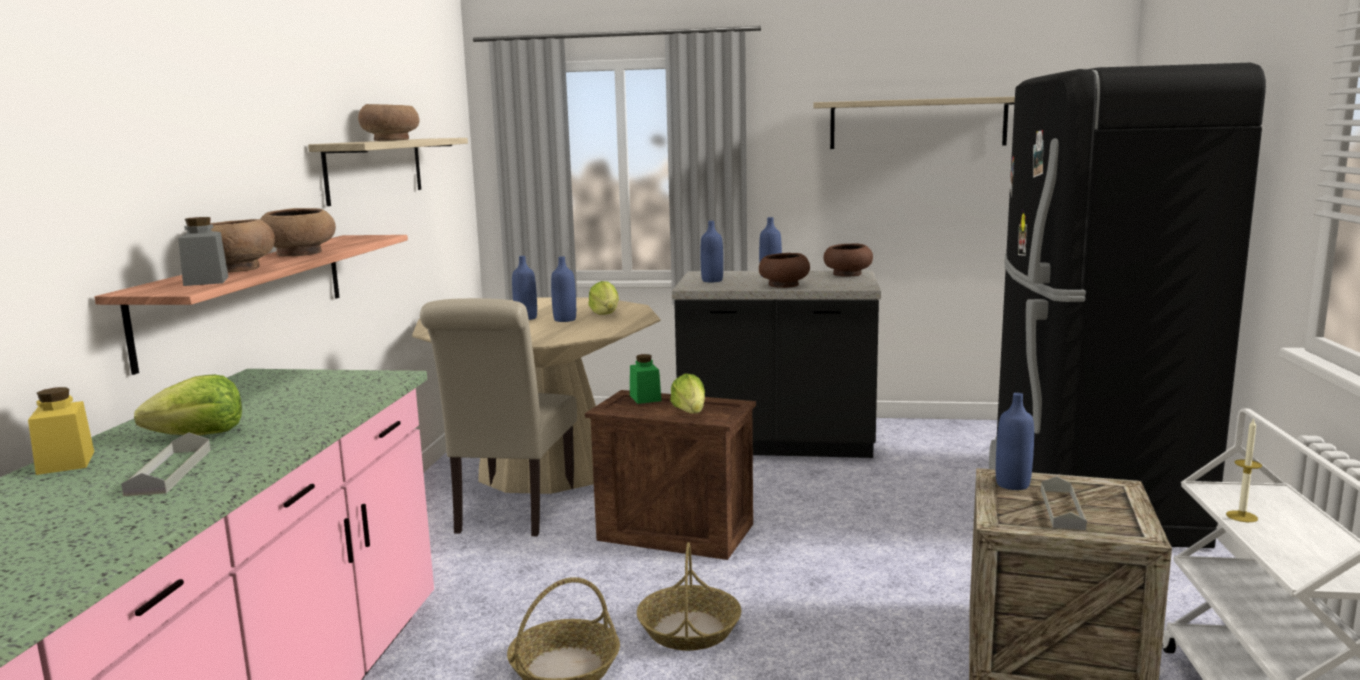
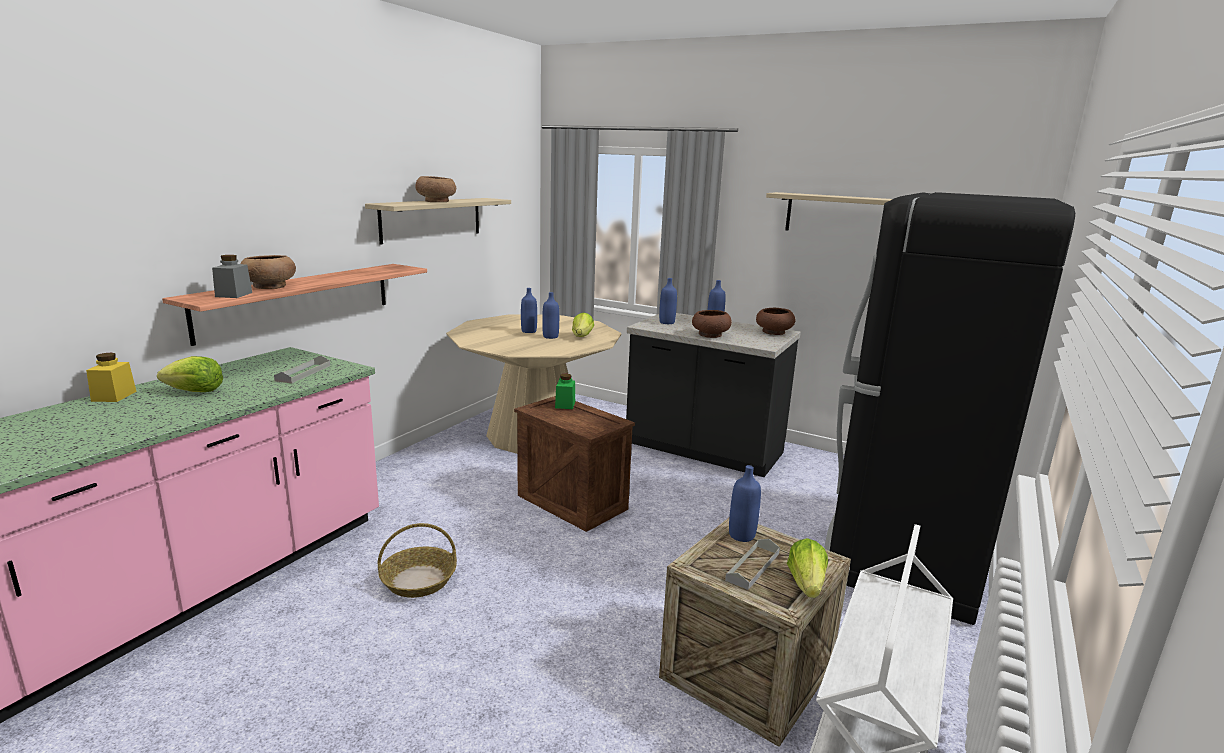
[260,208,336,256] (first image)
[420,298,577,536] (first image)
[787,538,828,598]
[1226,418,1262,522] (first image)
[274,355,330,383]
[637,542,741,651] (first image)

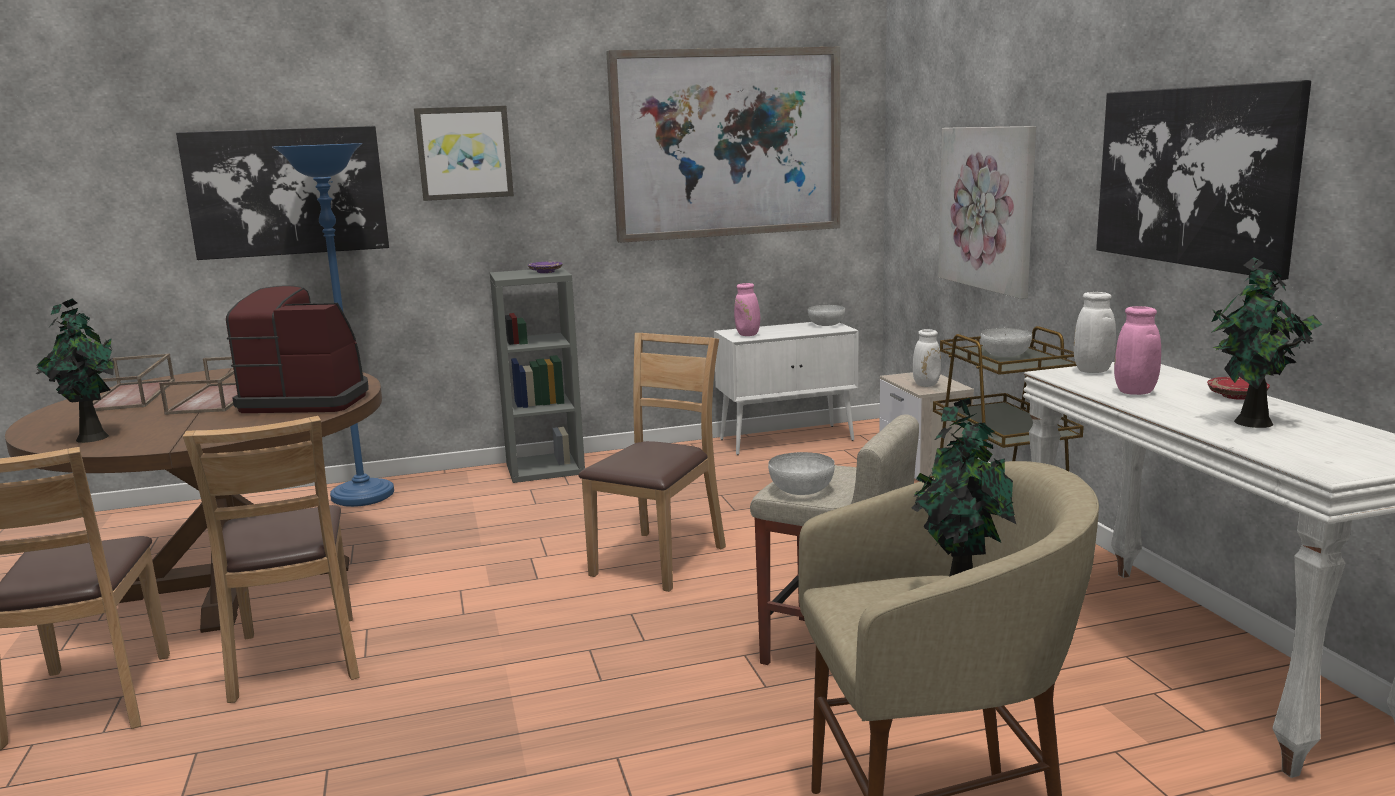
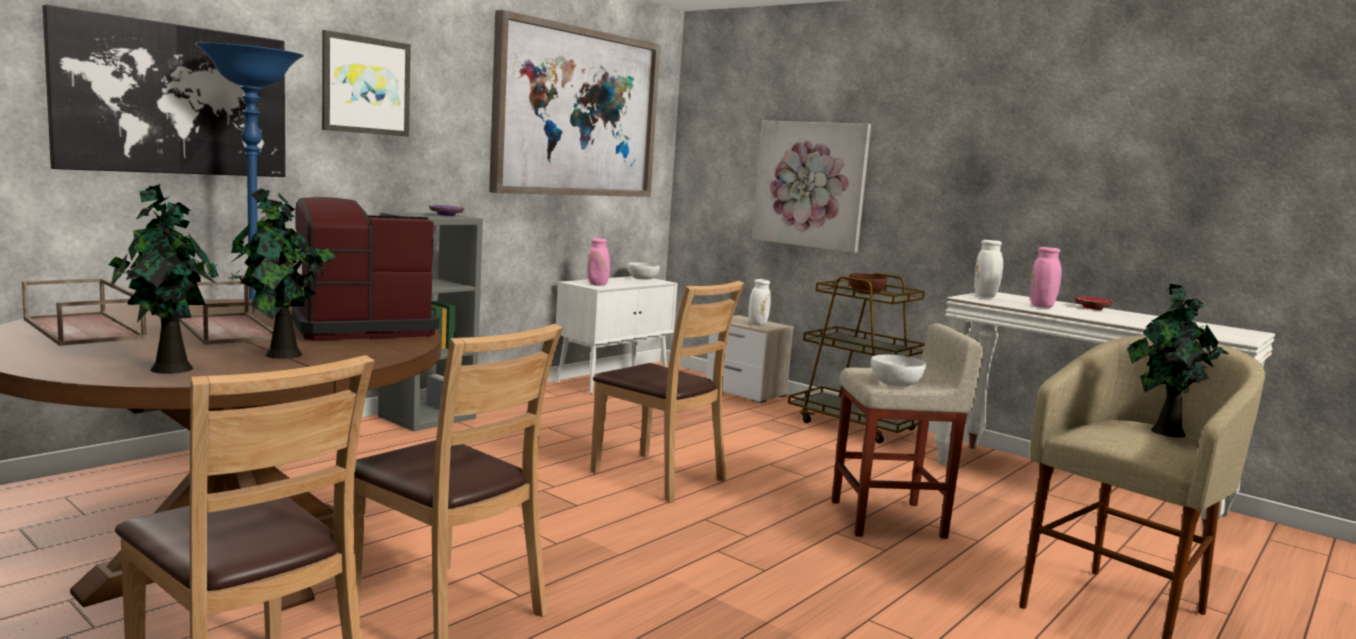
[1096,80,1311,280] (first image)
[228,188,335,359]
[849,273,887,294]
[590,281,744,503]

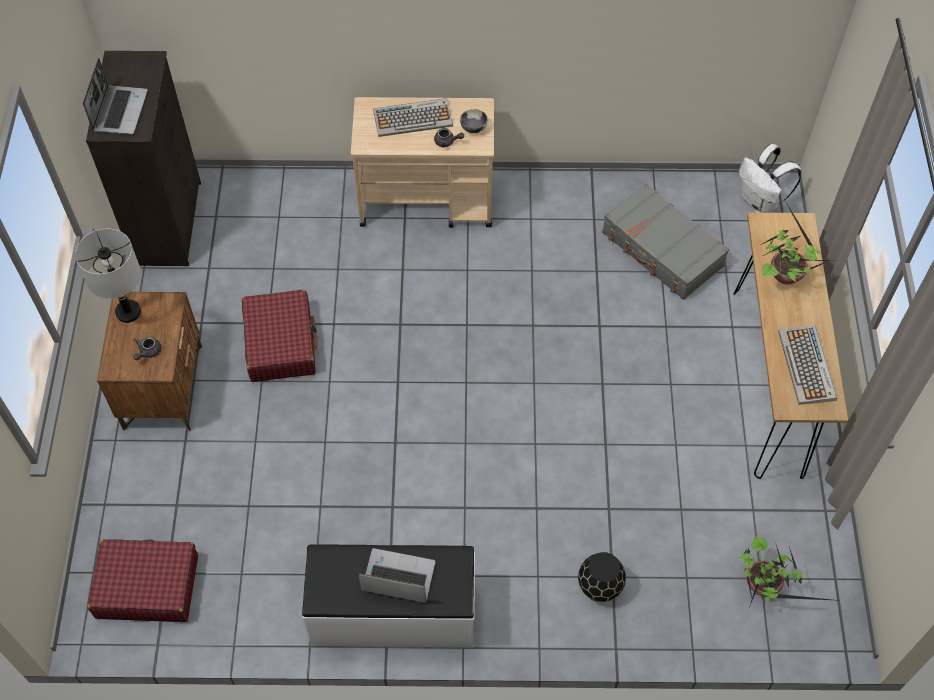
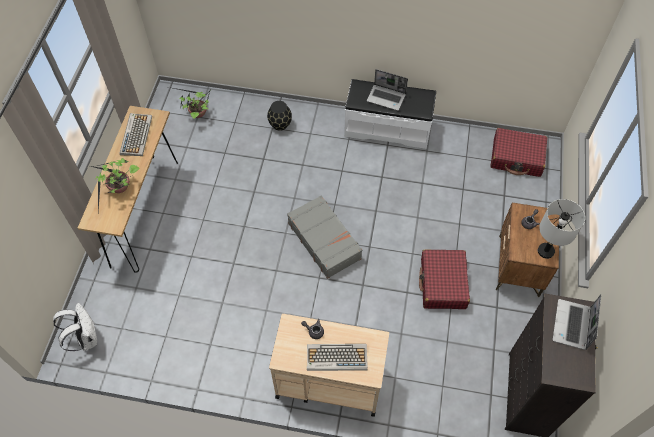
[460,109,488,133] (first image)
[287,196,362,279]

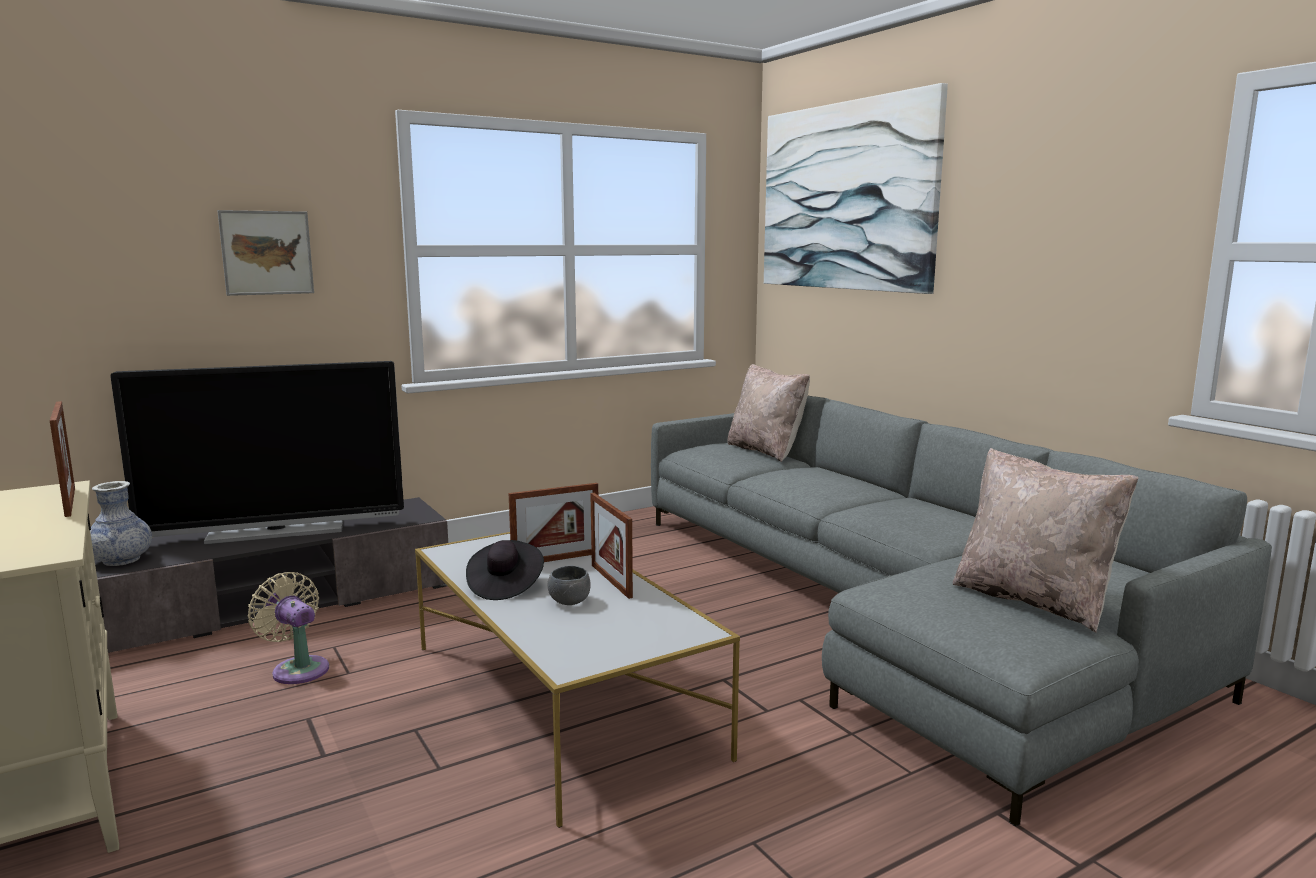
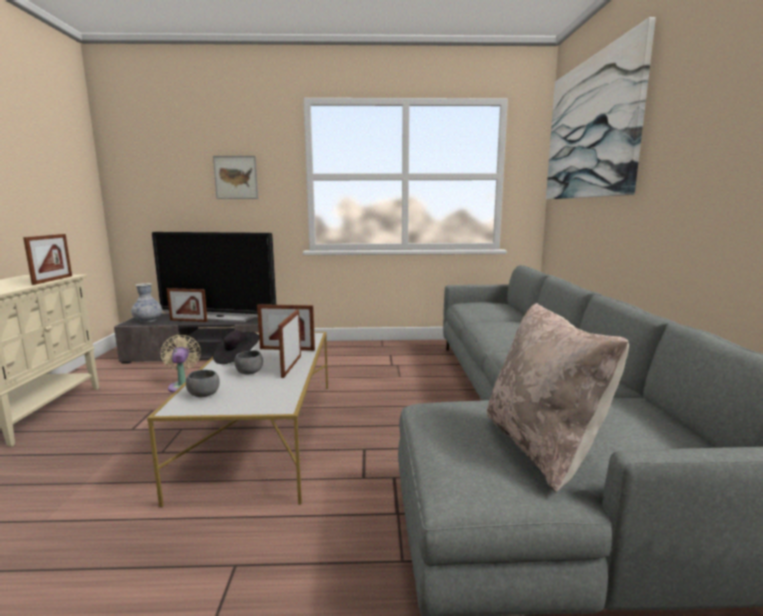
[727,364,810,462] (first image)
[167,288,208,322]
[186,370,220,397]

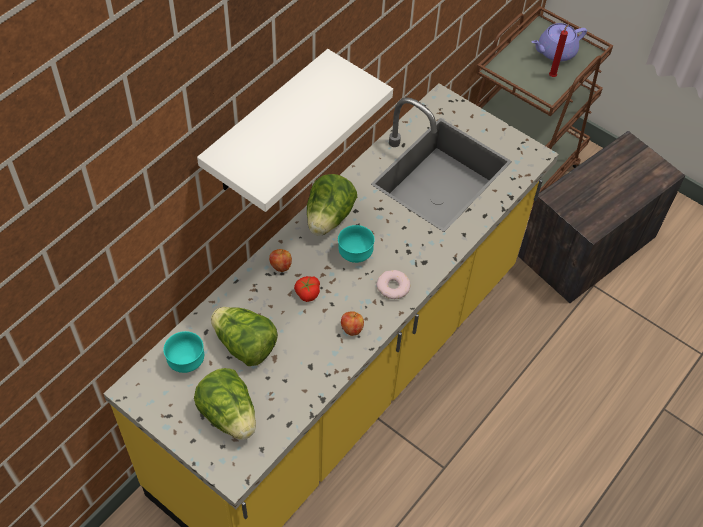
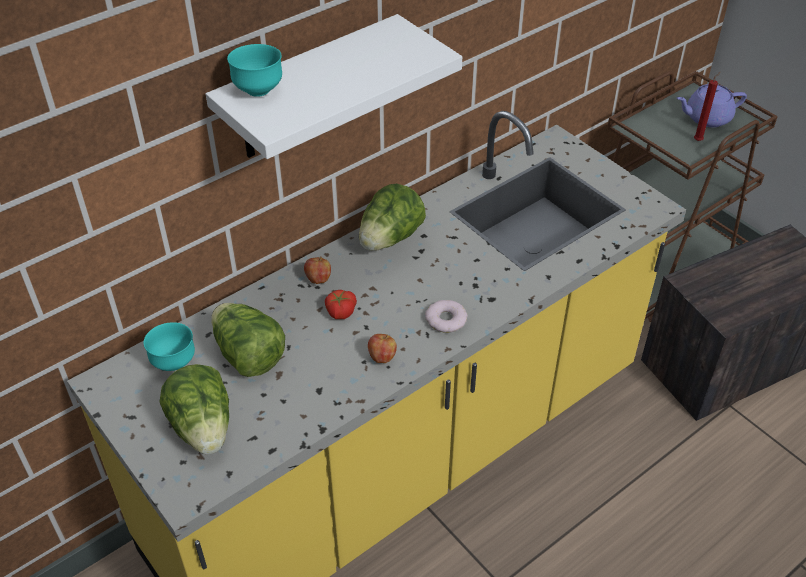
[227,44,282,97]

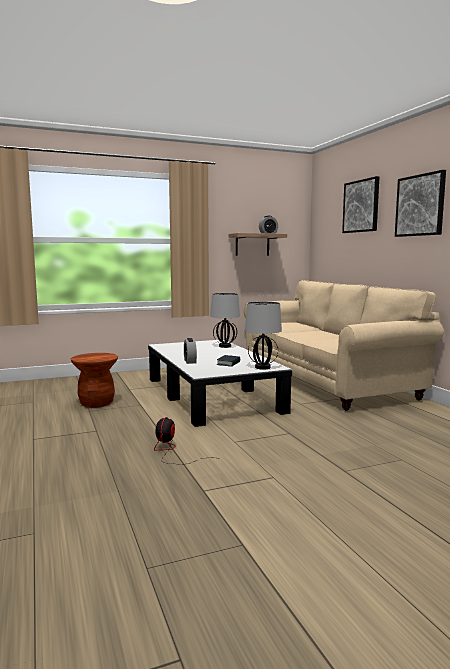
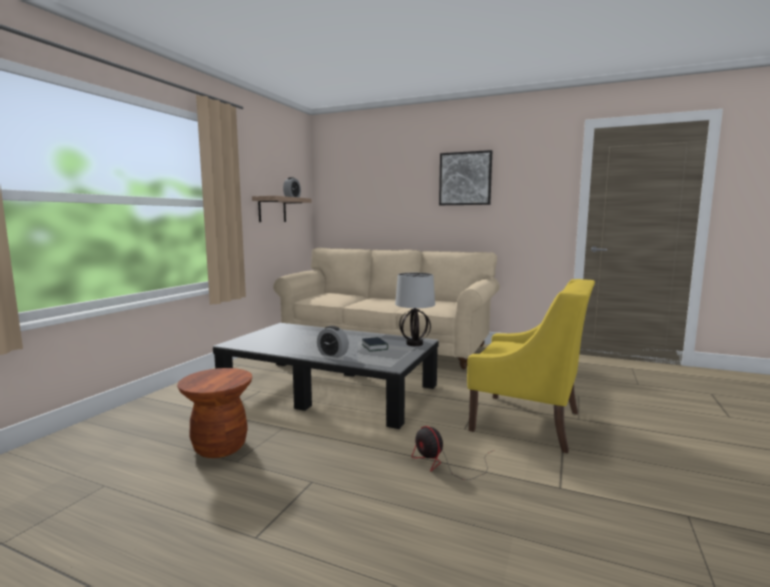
[342,176,379,233] (first image)
[210,293,240,348] (first image)
[467,279,595,453]

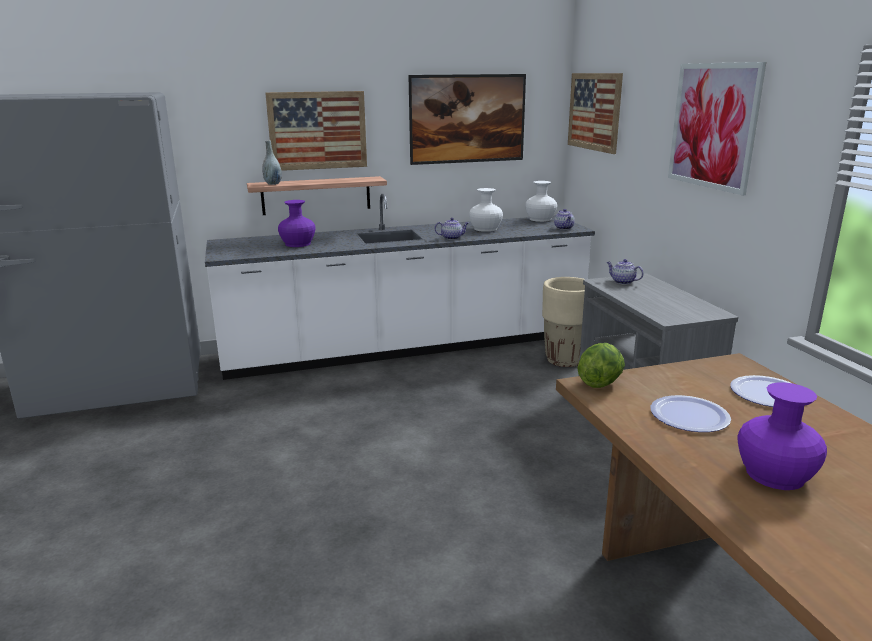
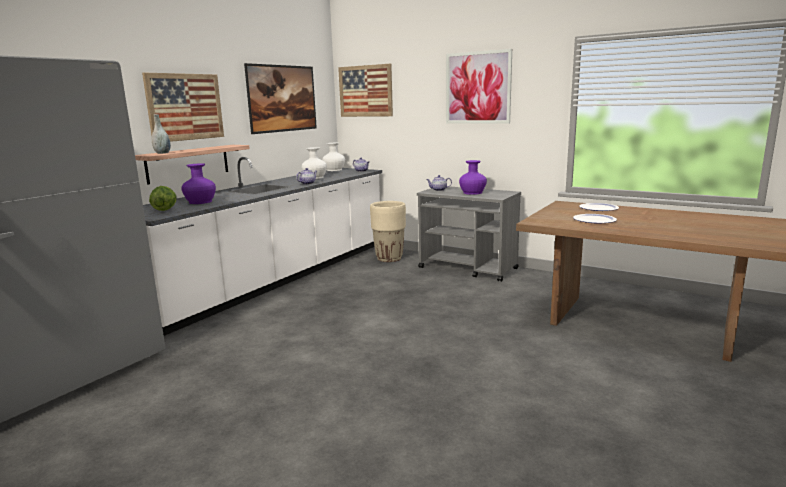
[149,186,177,211]
[459,160,487,195]

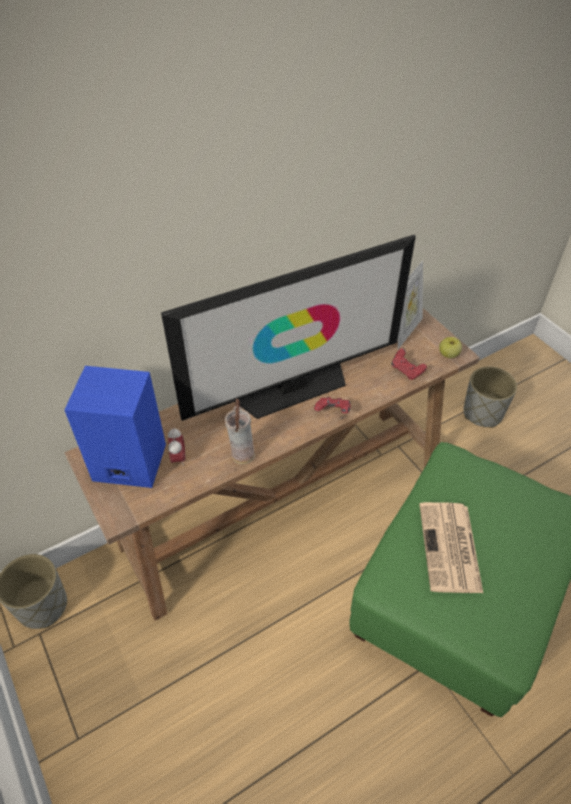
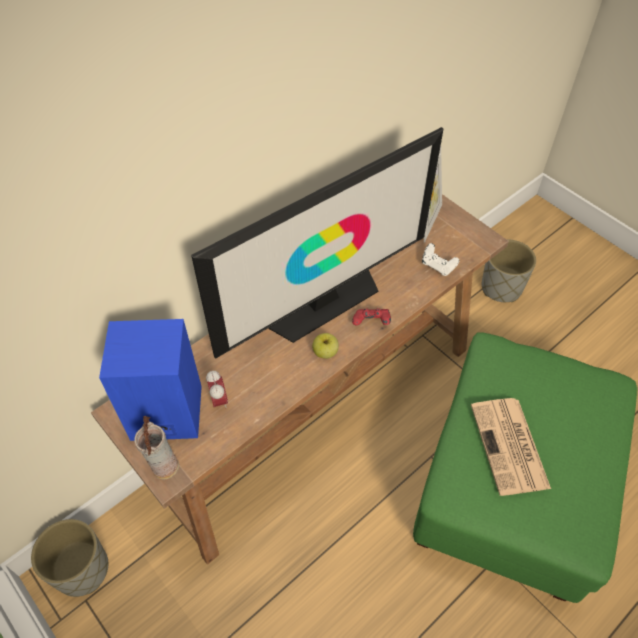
[312,333,339,359]
[422,243,459,276]
[134,416,179,479]

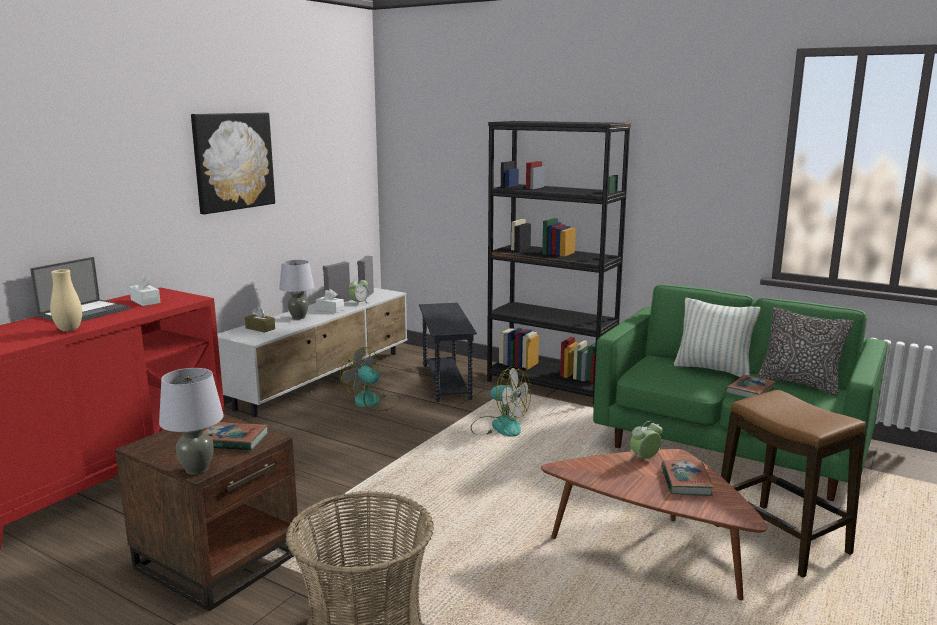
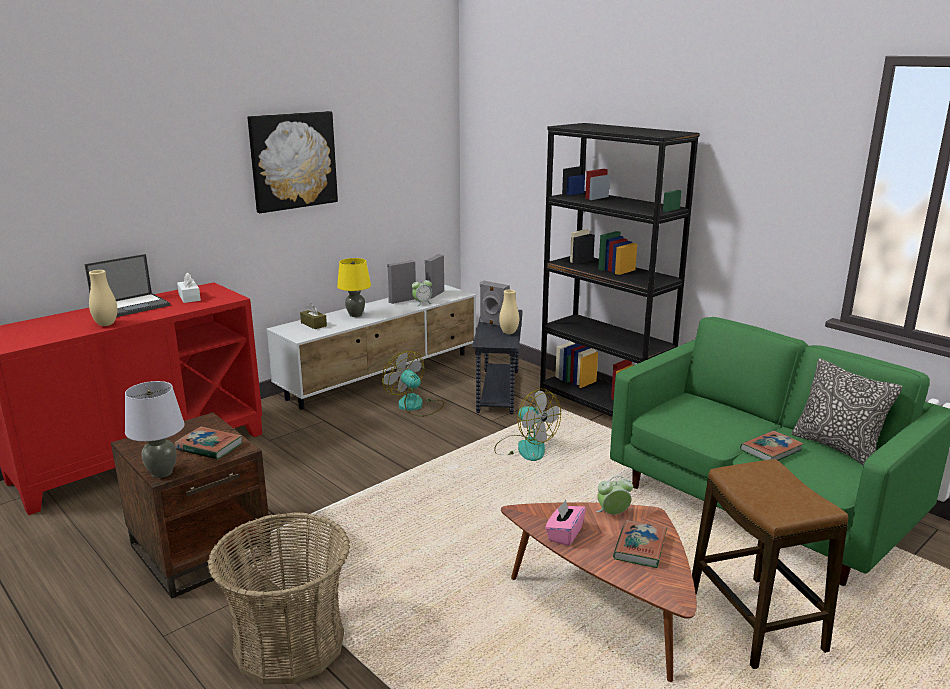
[337,258,371,317]
[316,289,344,313] (first image)
[674,298,760,377] (first image)
[480,281,510,326]
[499,290,519,334]
[545,500,586,546]

